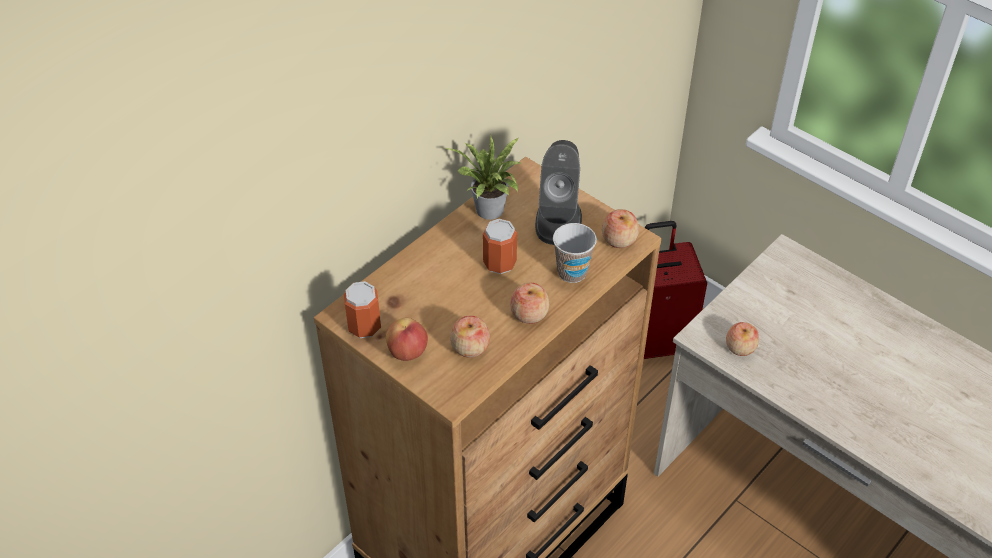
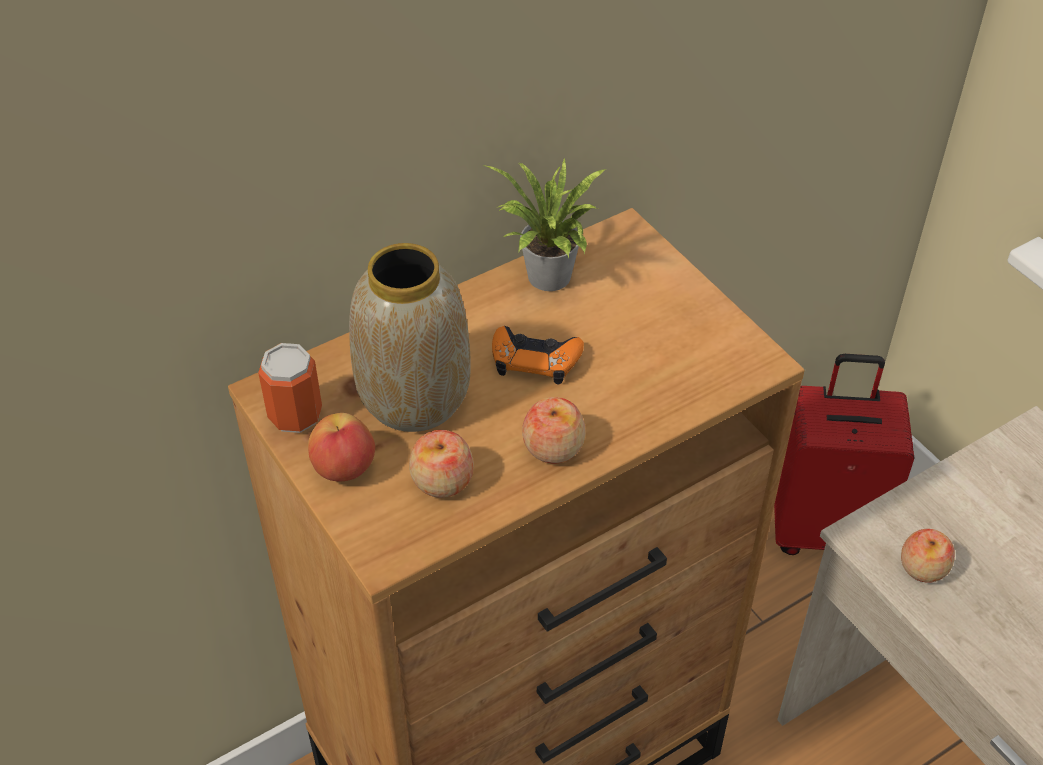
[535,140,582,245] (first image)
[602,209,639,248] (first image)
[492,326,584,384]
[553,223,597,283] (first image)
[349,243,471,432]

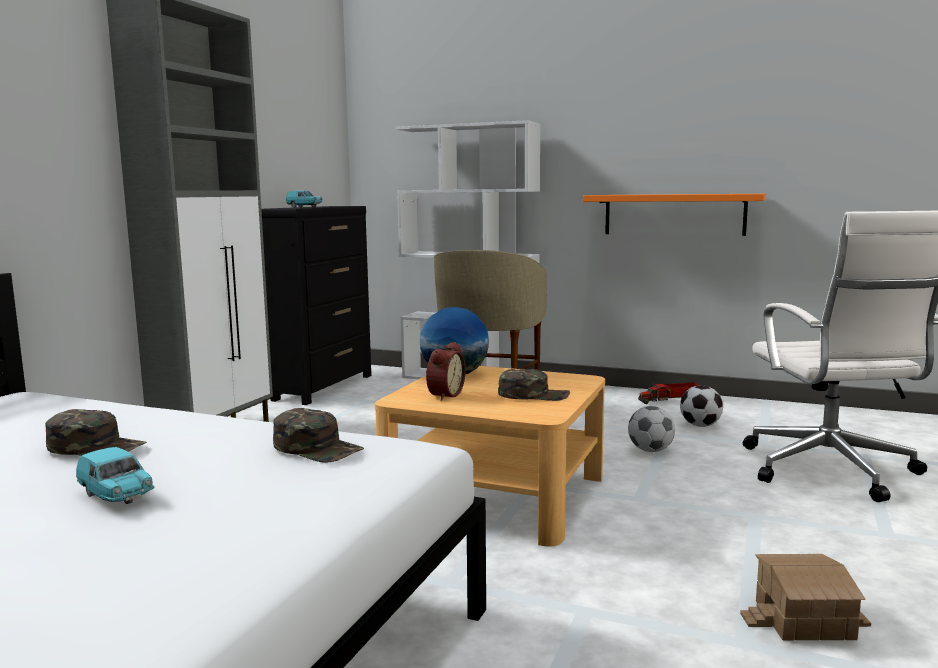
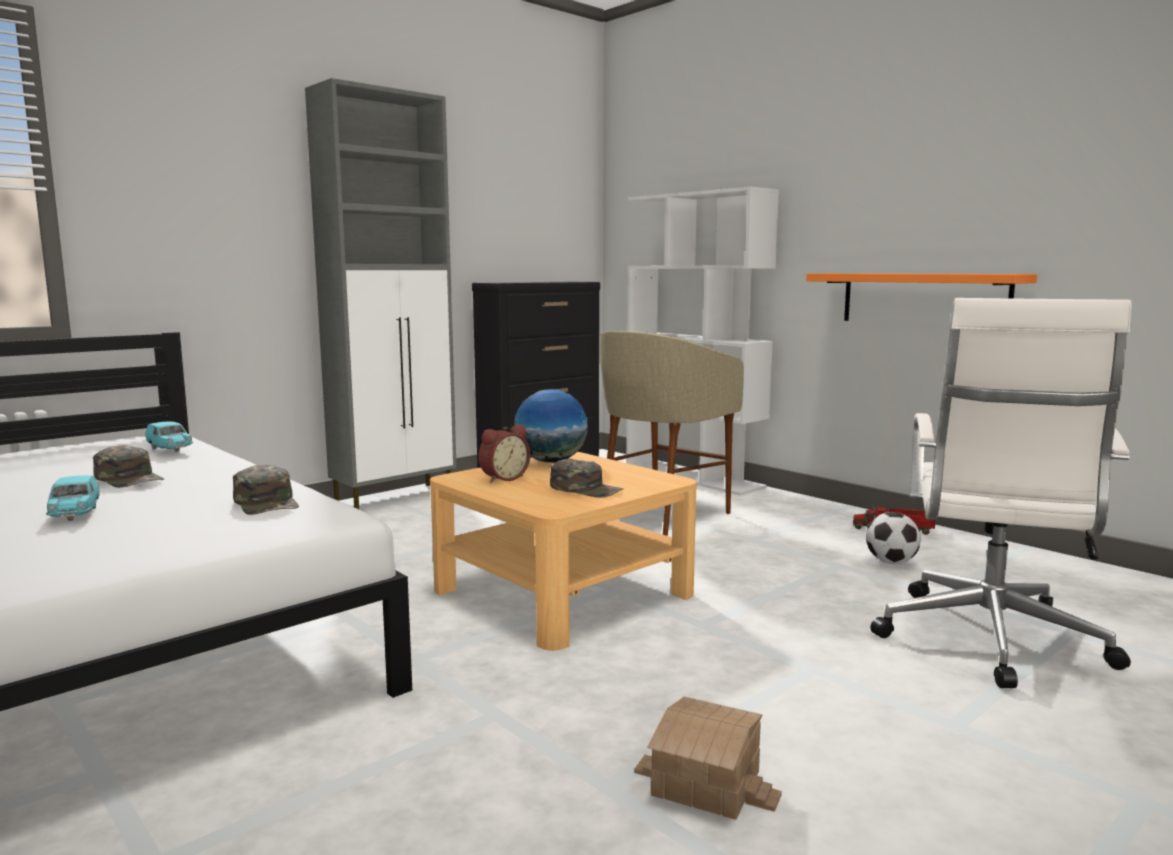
[145,422,193,452]
[628,406,675,452] (first image)

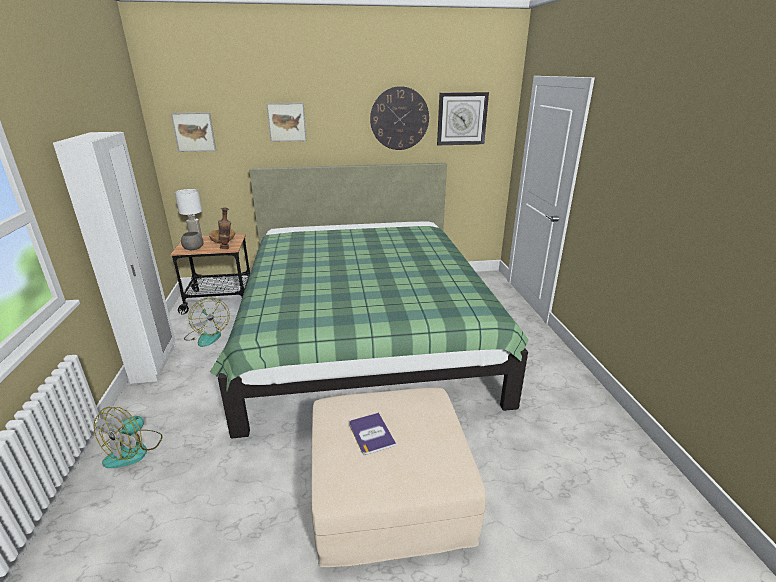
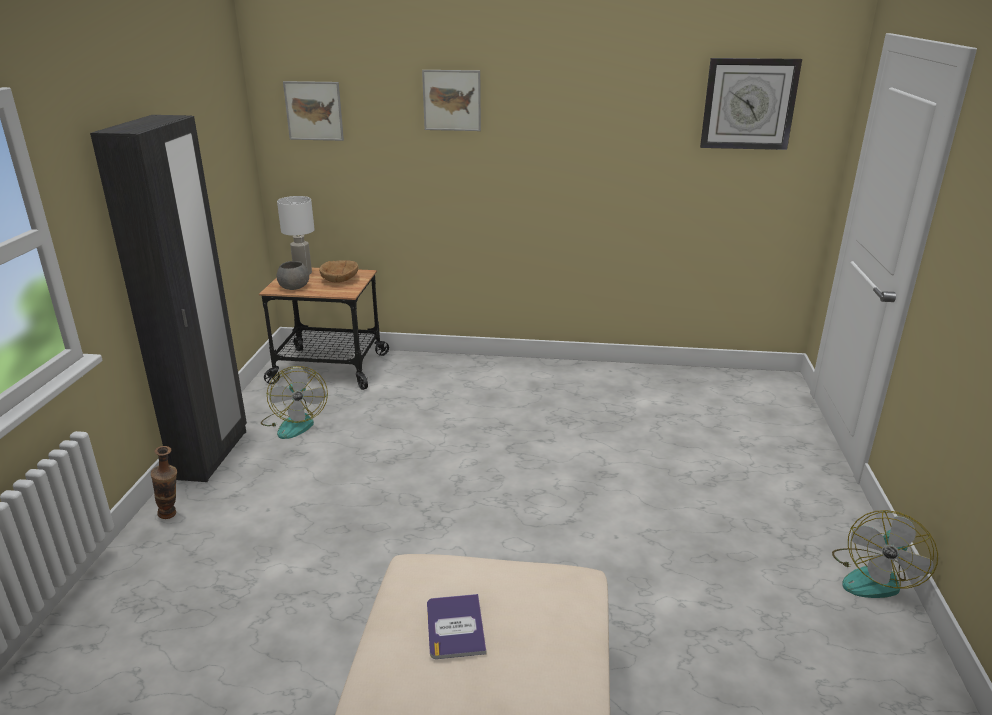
[370,86,429,150] (first image)
[90,115,247,482]
[210,163,529,438] (first image)
[151,446,177,519]
[832,510,938,598]

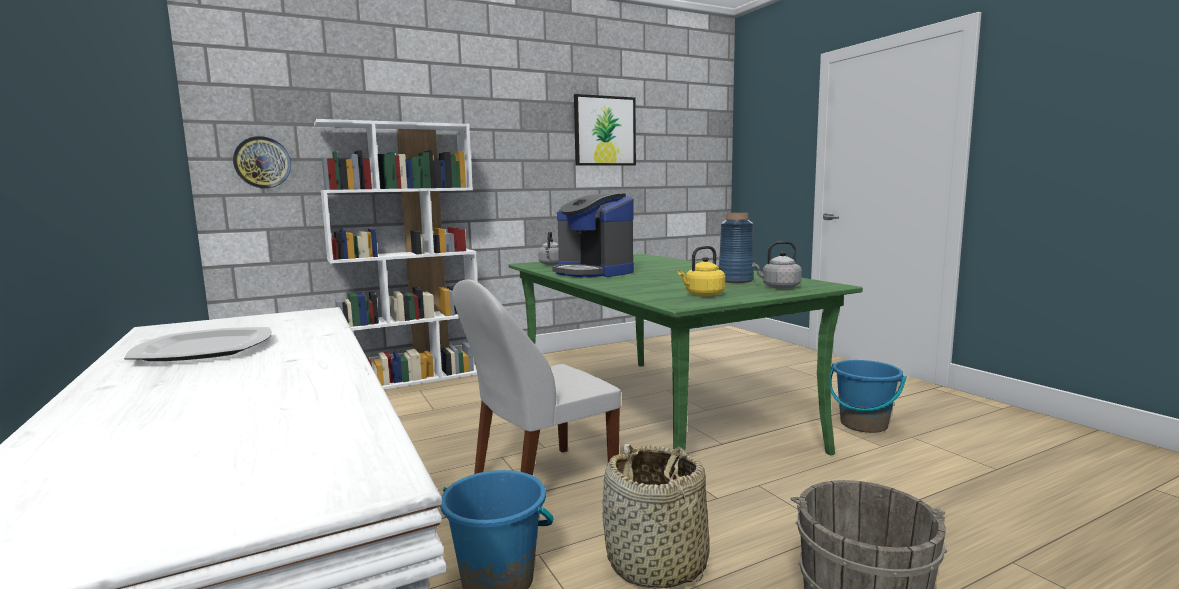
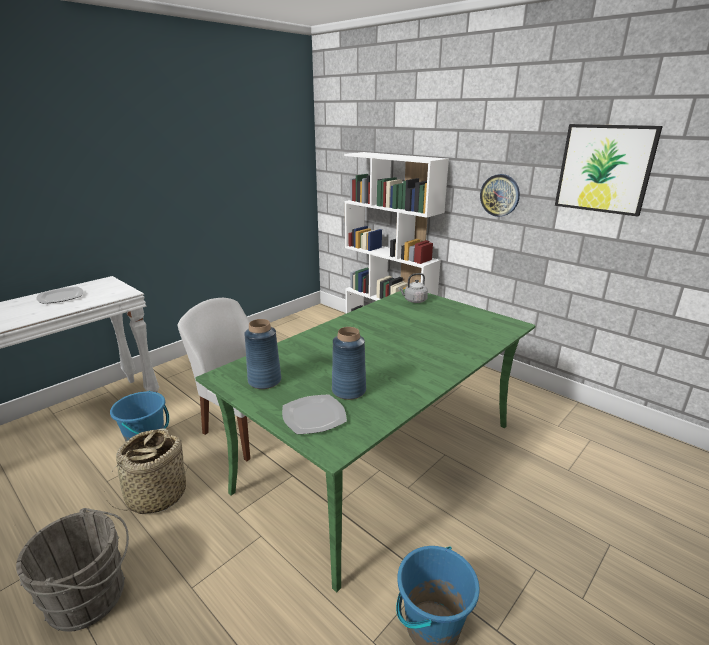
[480,174,520,217]
[552,193,634,278] (first image)
[282,395,347,434]
[244,319,281,389]

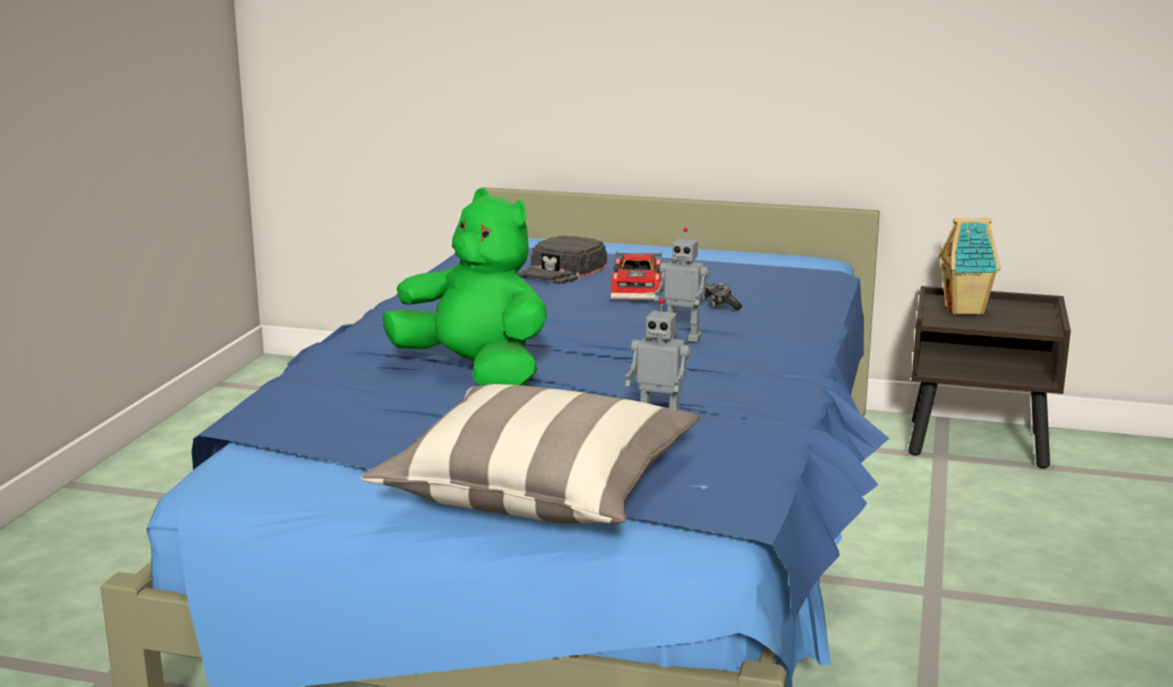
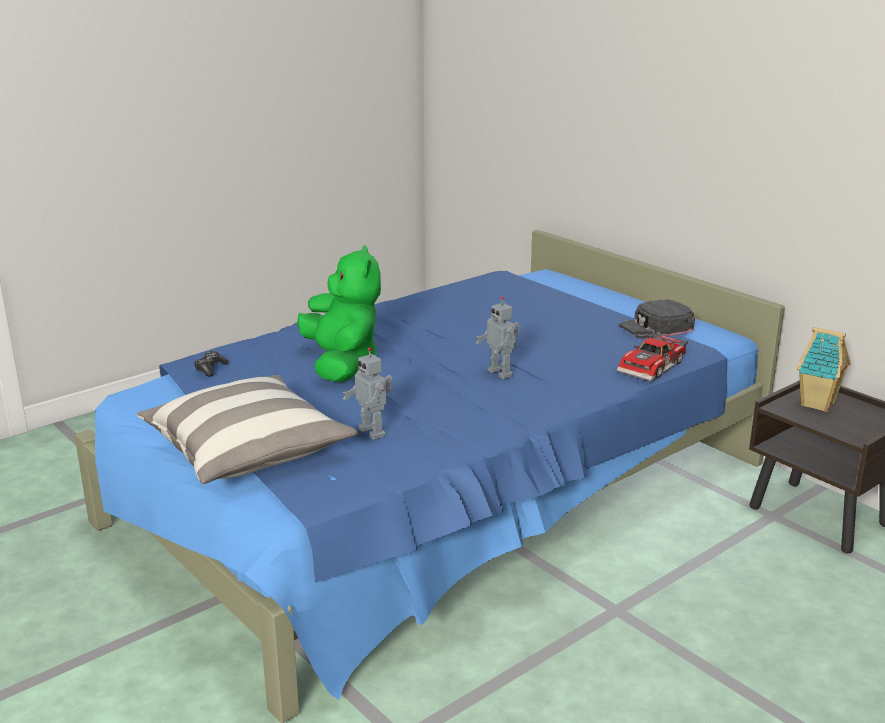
[619,299,695,339]
[617,332,688,381]
[194,351,229,377]

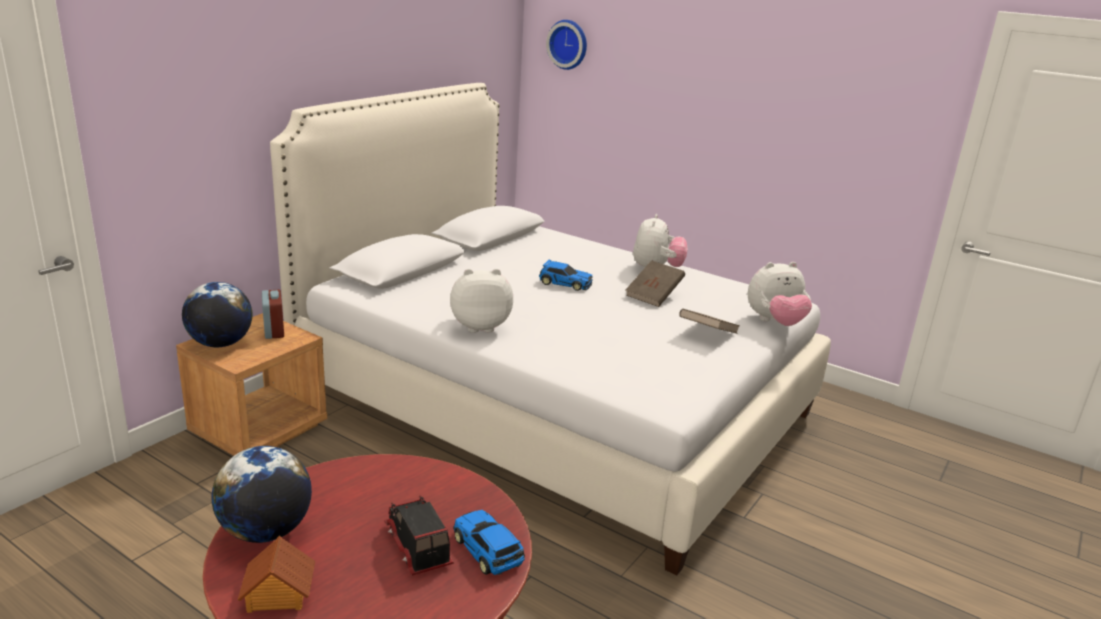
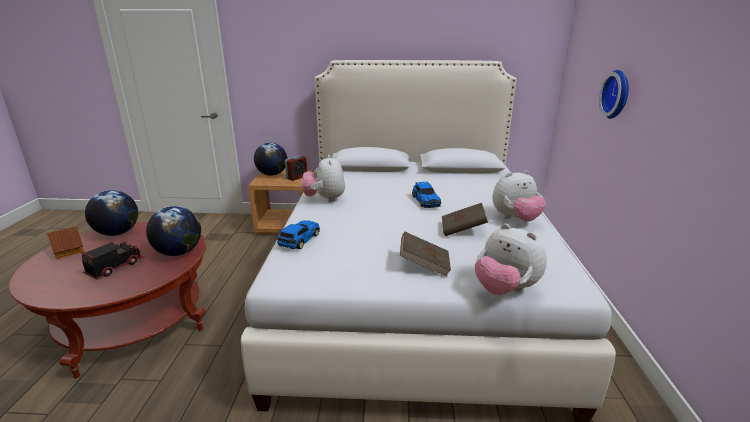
[599,70,629,119]
[301,155,345,202]
[277,220,320,249]
[146,206,201,256]

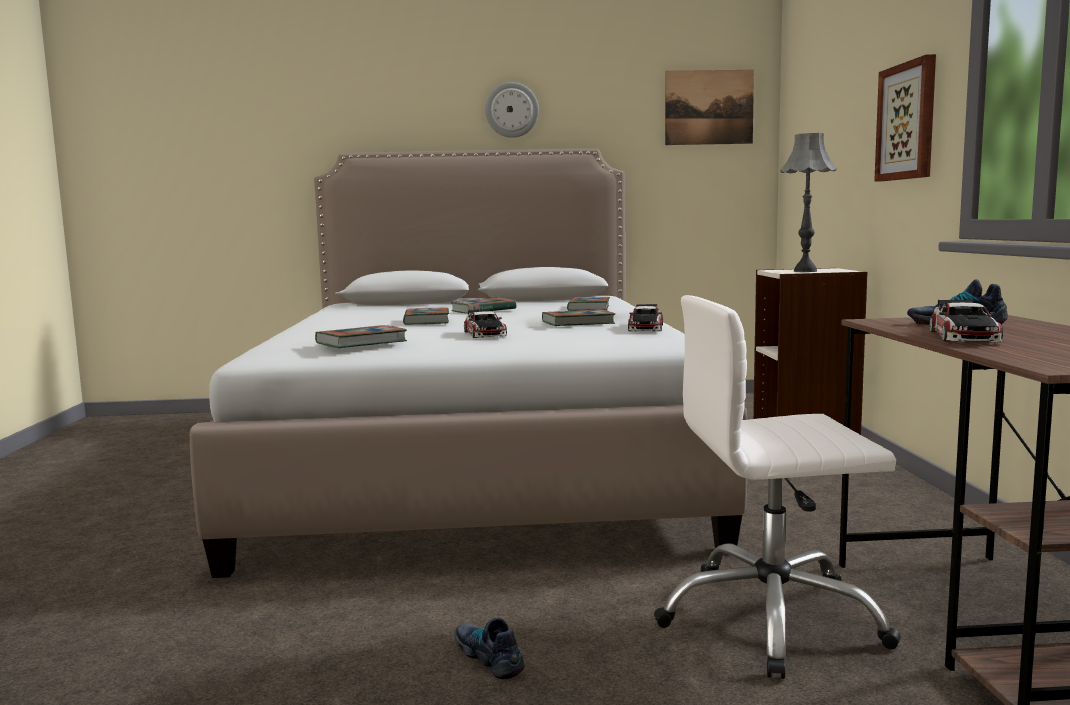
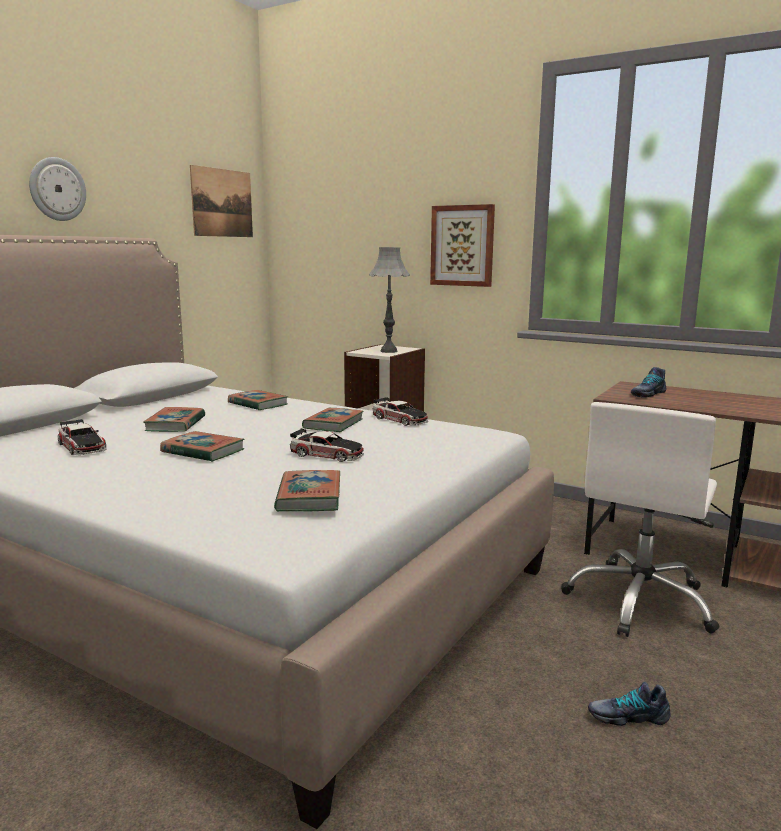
[58,419,106,455]

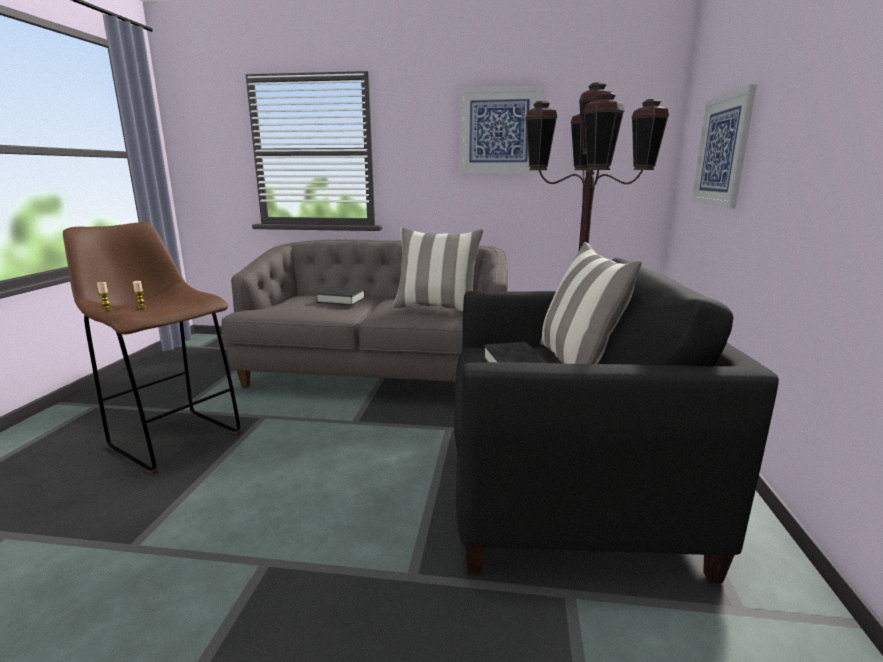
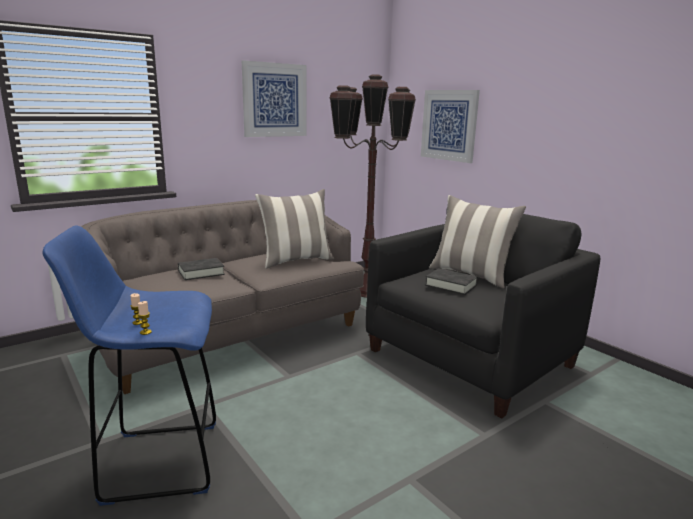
[43,225,216,506]

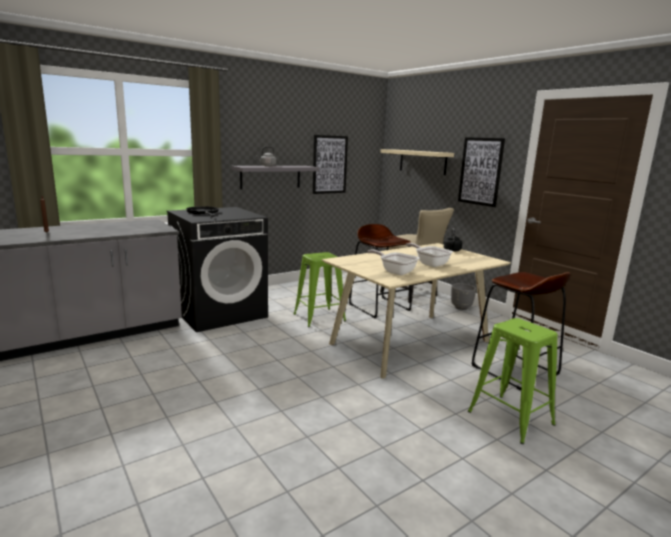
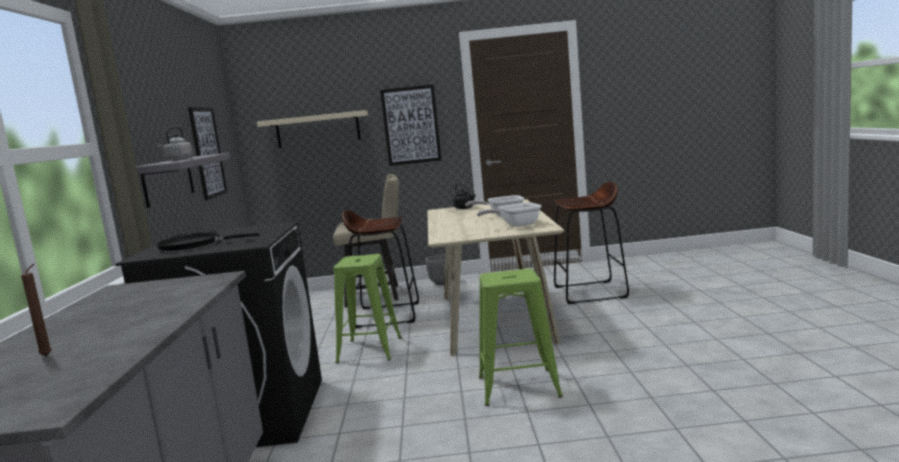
[479,269,563,406]

